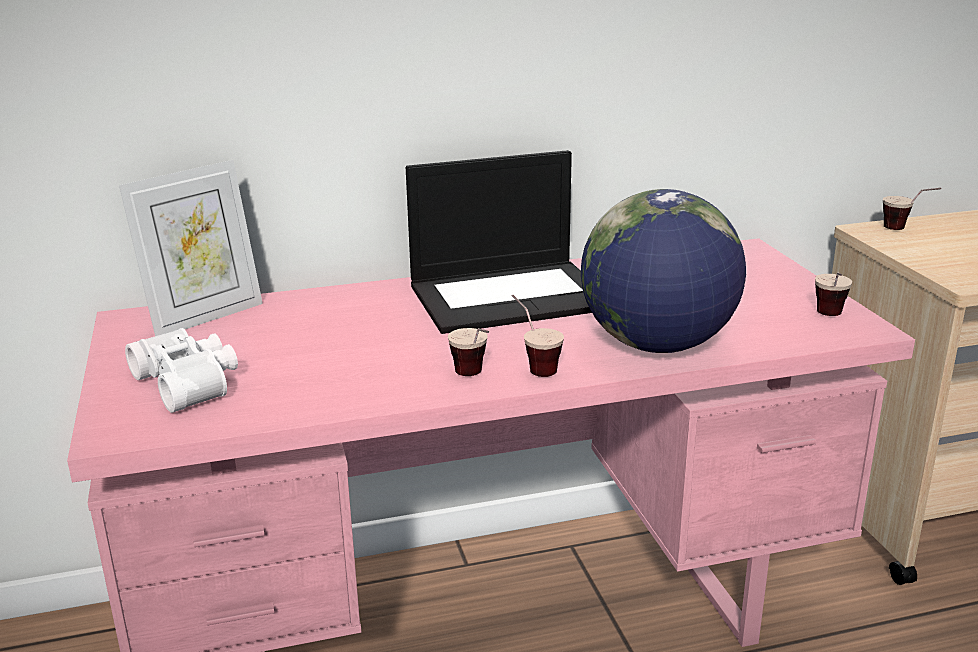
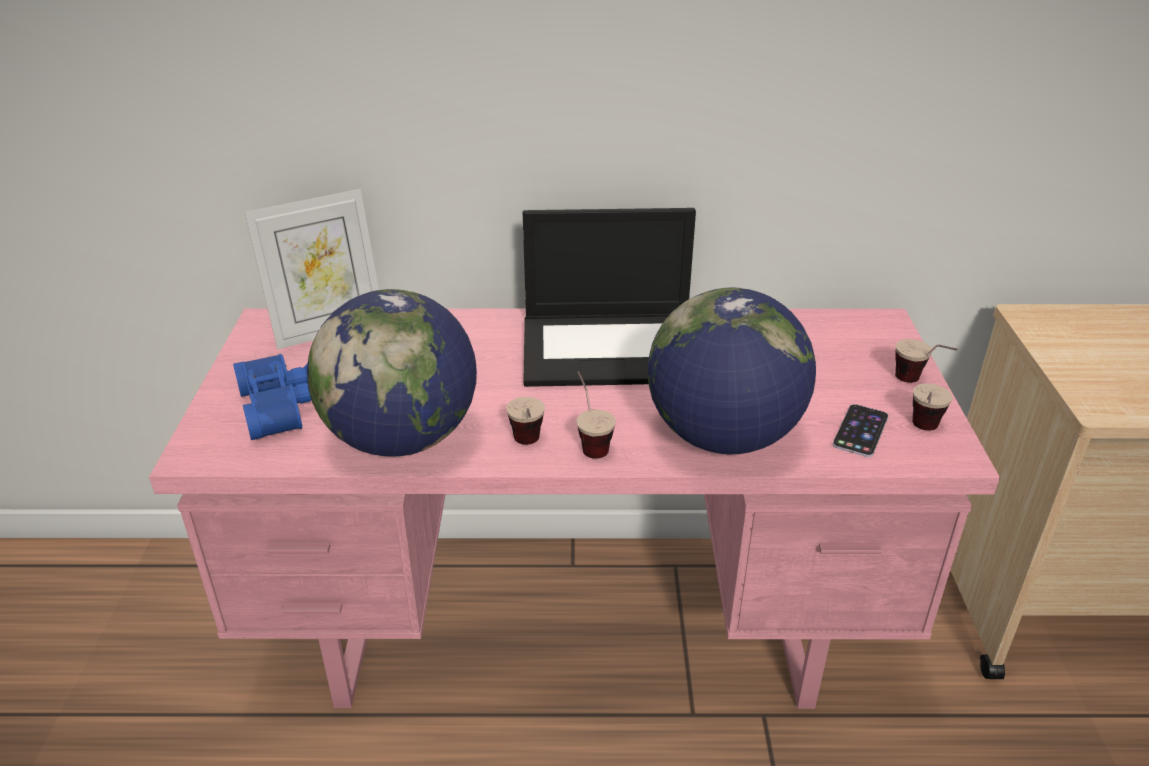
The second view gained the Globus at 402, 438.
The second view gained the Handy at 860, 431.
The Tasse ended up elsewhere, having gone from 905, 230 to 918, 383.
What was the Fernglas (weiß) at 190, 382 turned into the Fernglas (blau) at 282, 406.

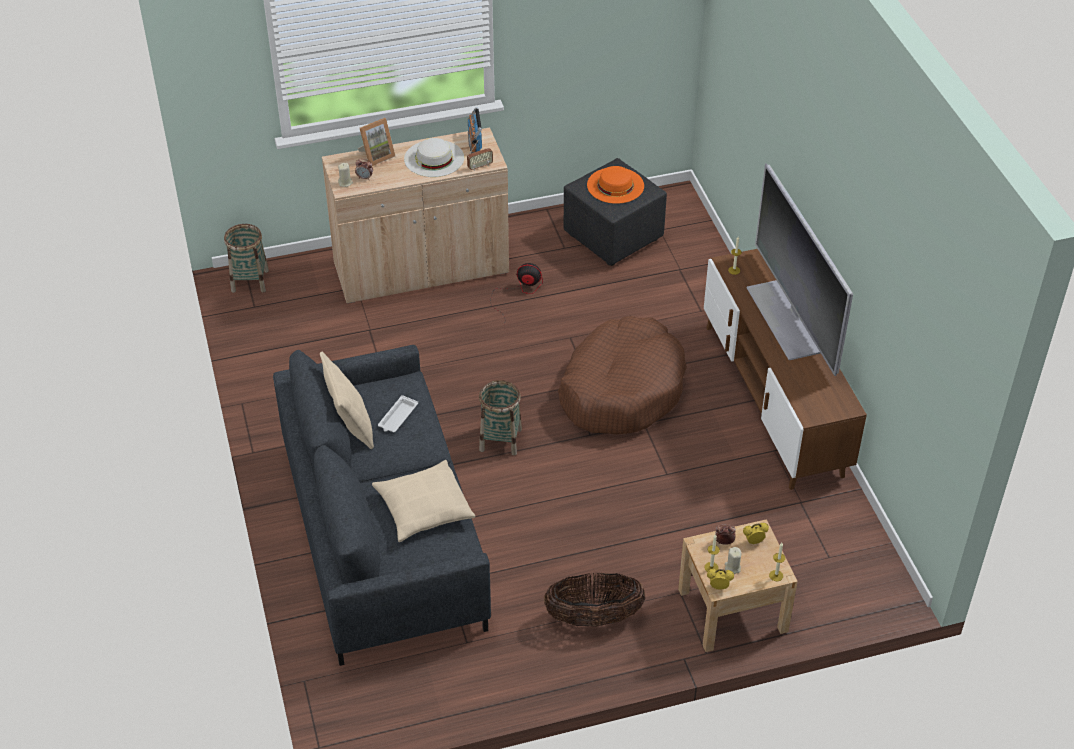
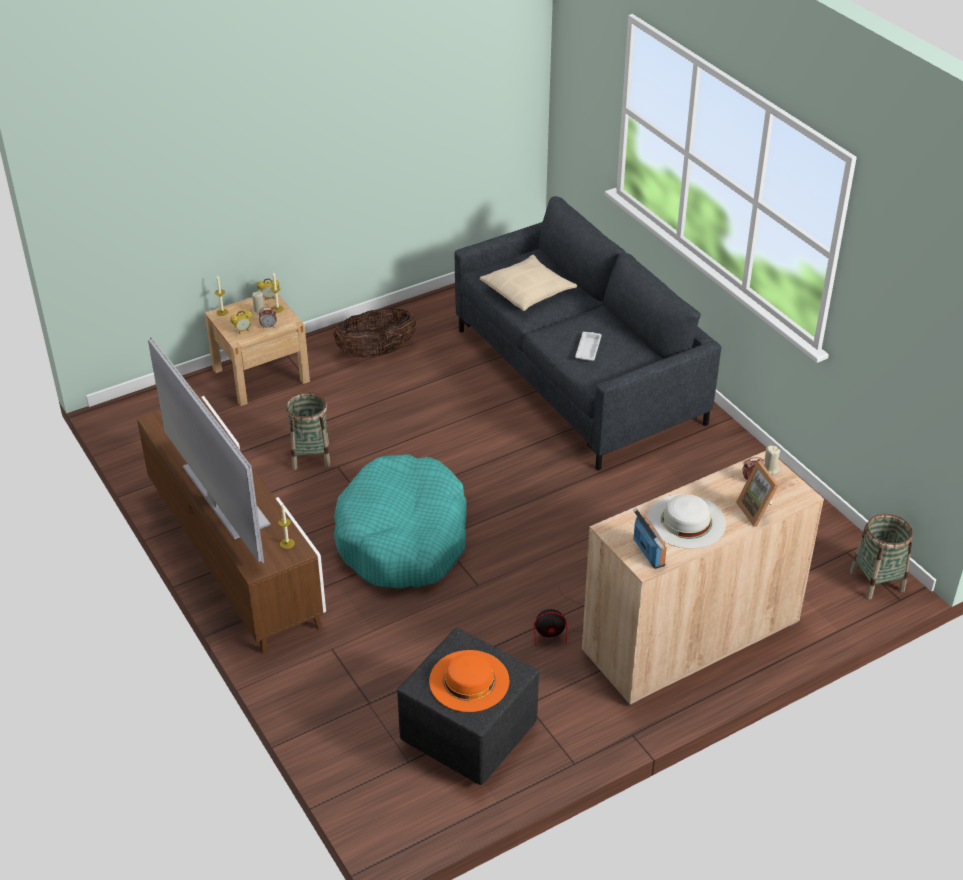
The second view lost the Kissen (beige) at 350, 425.
The second view lost the Radio at 480, 166.
The Korb ended up elsewhere, having gone from 500, 440 to 310, 456.
What was the Hundebett (braun) at 621, 389 turned into the Hundebett (türkis) at 403, 538.
The Bilderrahmen at 376, 156 ended up facing another way, 60 degrees counterclockwise from before.

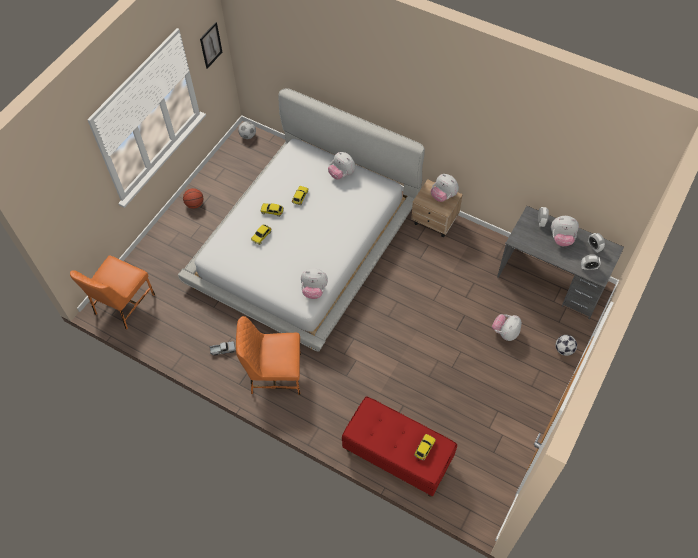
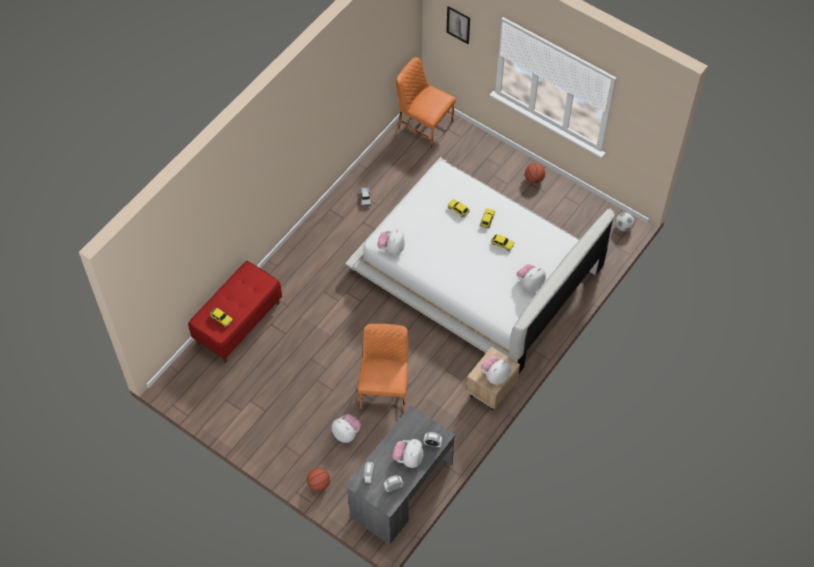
The Bild ended up elsewhere, having gone from 211, 45 to 458, 24.
The Stuhl (orange) ended up elsewhere, having gone from 275, 374 to 385, 388.
Where the Fußball stood at 564, 349, the Basketball came to stand at 319, 484.

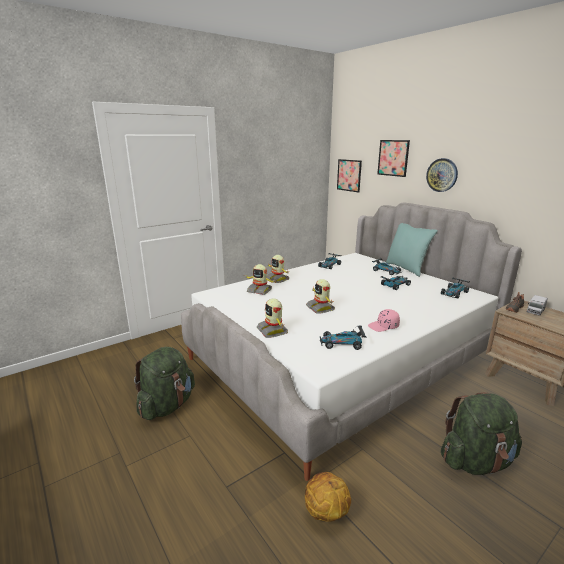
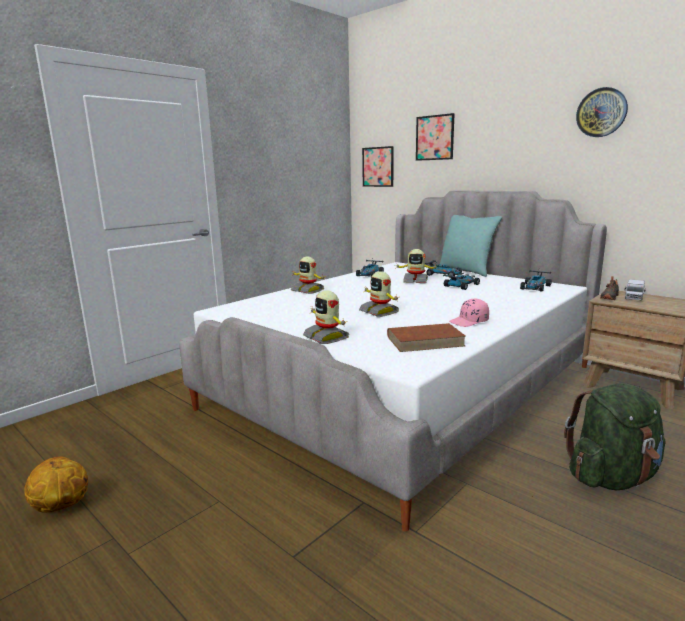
The second view lost the Rucksack (grün) at 167, 405.
The Spielzeugroboter ended up elsewhere, having gone from 259, 290 to 415, 281.
The Basketball ended up elsewhere, having gone from 325, 512 to 61, 506.
The Wanduhr ended up elsewhere, having gone from 442, 175 to 601, 112.
Where the Spielzeugauto stood at 342, 343, the Buch (braun) came to stand at 425, 341.

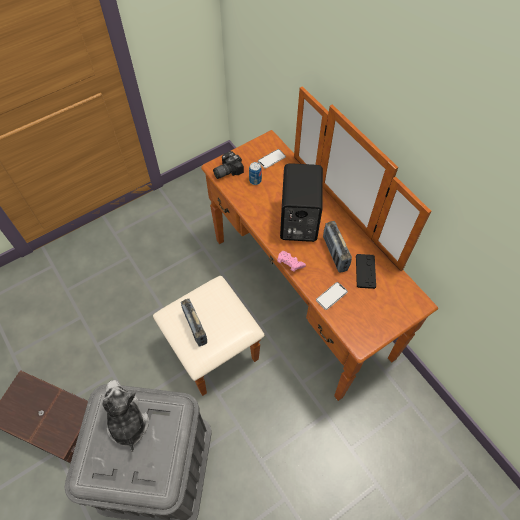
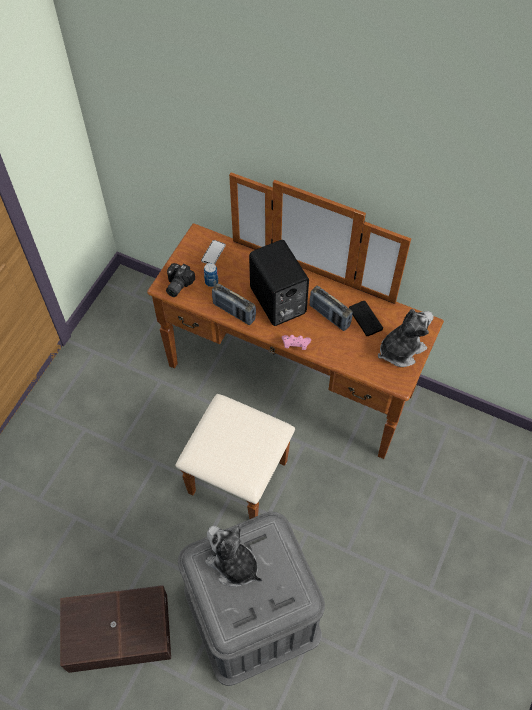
The second view lost the Handy at 331, 296.
The second view gained the Plüschtier at 400, 349.
The Radio ended up elsewhere, having gone from 195, 327 to 234, 312.

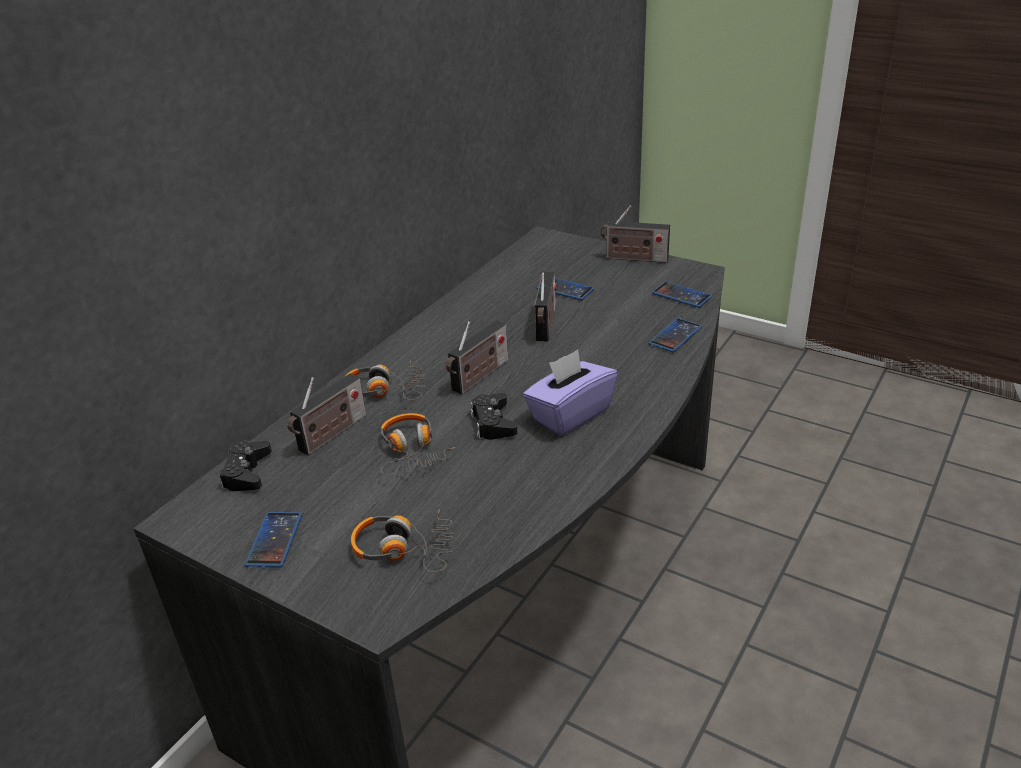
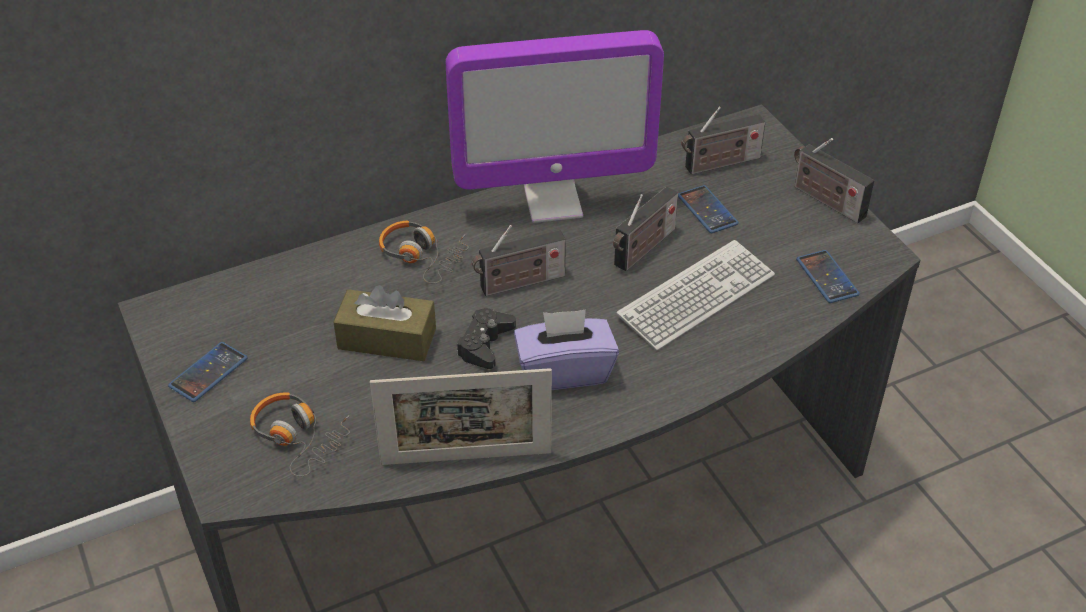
The second view lost the Gamepad (schwarz) at 247, 472.
The second view lost the Handy at 675, 336.
The second view gained the Bilderrahmen at 466, 458.
The second view gained the Monitor at 553, 202.
The second view gained the Tastatur at 696, 296.
The Radio ended up elsewhere, having gone from 331, 435 to 719, 164.
Where the Kopfhörer stood at 411, 451, the Taschentuchbox (braun) came to stand at 387, 339.

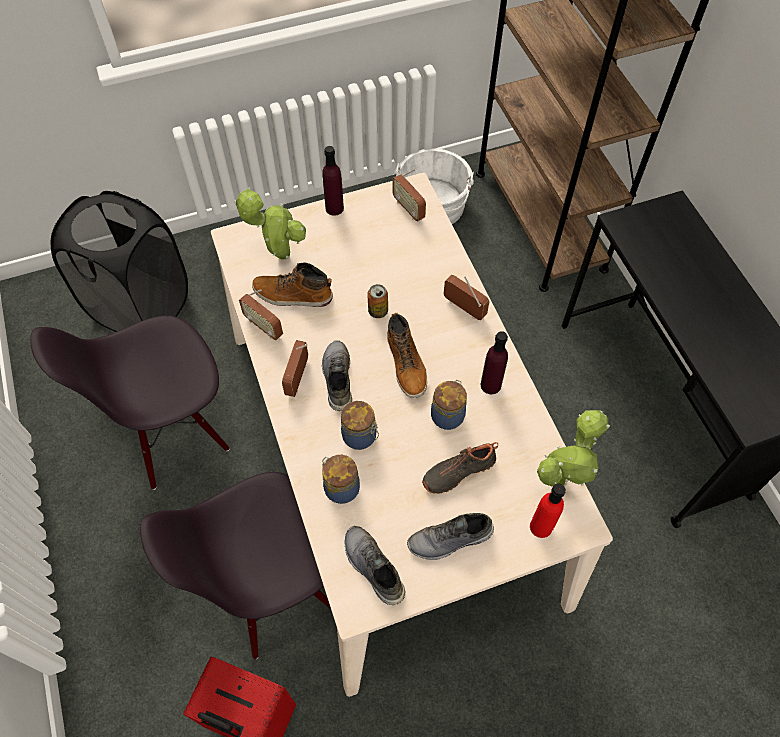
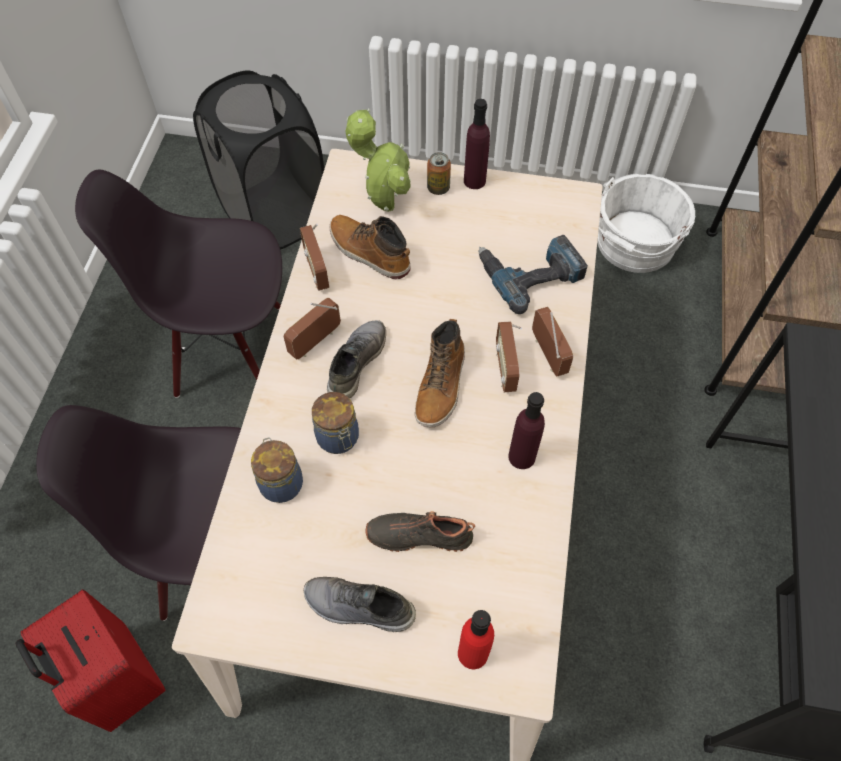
The second view lost the Schuh (grau) at 372, 568.
The second view lost the Vorratsglas at 448, 415.
The second view lost the Topfpflanze at 561, 478.
The second view gained the Bohrmaschine at 530, 273.
The Dose ended up elsewhere, having gone from 378, 311 to 438, 188.
The Radio ended up elsewhere, having gone from 409, 209 to 506, 369.

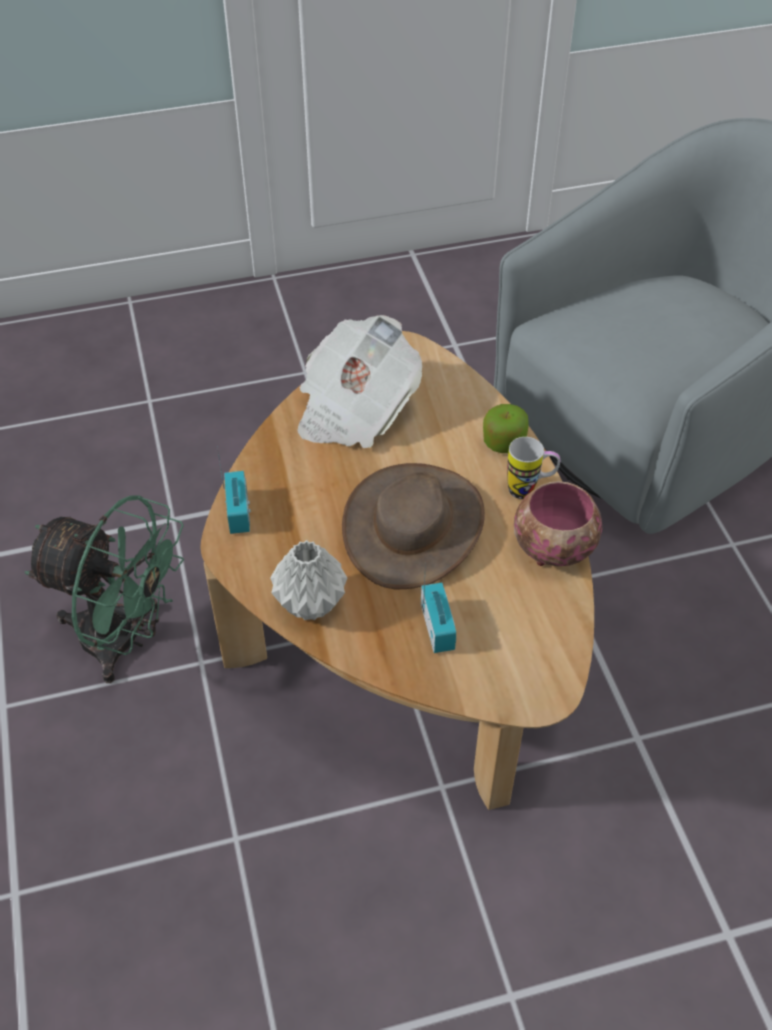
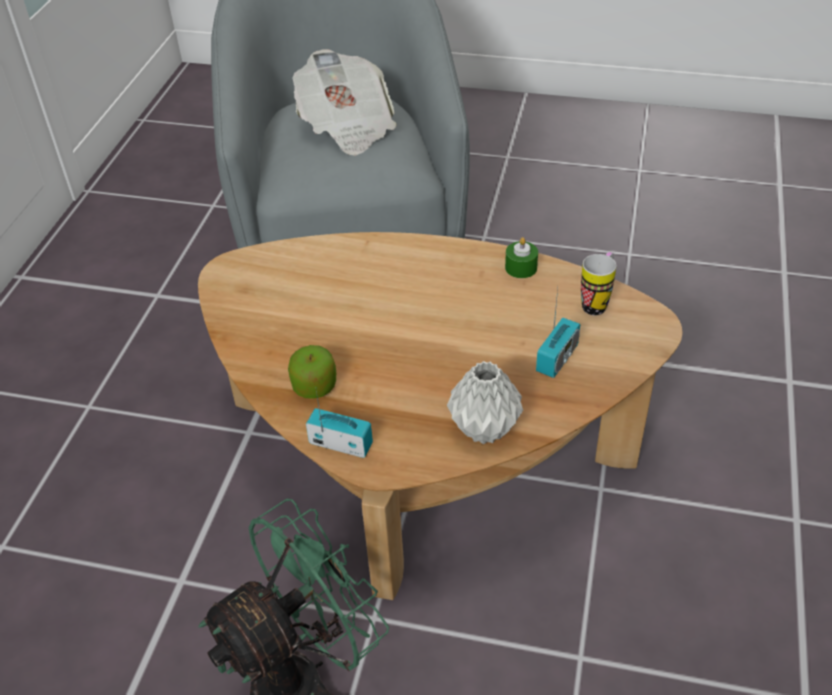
The second view lost the Hut (braun) at 414, 526.
The Zeitung ended up elsewhere, having gone from 354, 409 to 347, 127.
The Apfel ended up elsewhere, having gone from 503, 442 to 314, 386.
The Henkelbecher ended up elsewhere, having gone from 529, 490 to 597, 302.
Where the Schüssel stood at 552, 550, the Kerze (grün) came to stand at 521, 267.
The Radio at 437, 627 ended up facing another way, 105 degrees clockwise from before.

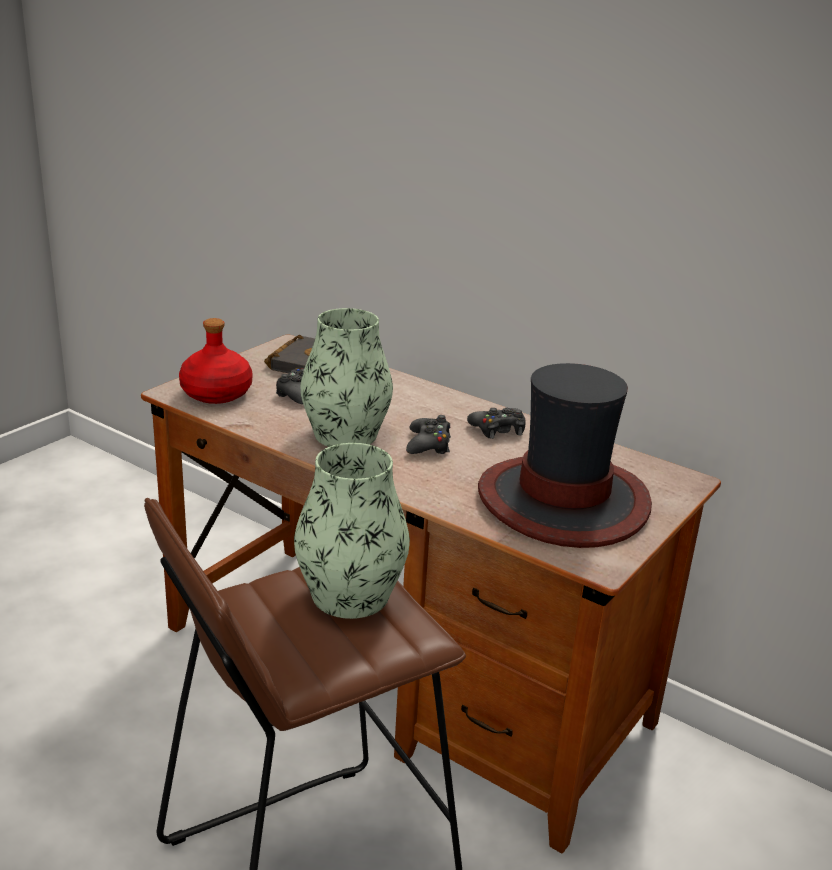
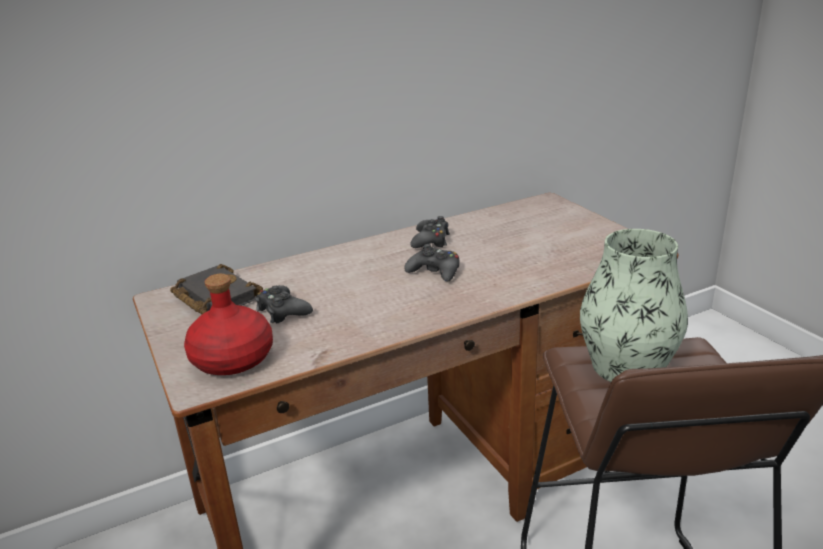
The second view lost the Vase at 345, 435.
The second view lost the Hut at 563, 501.

